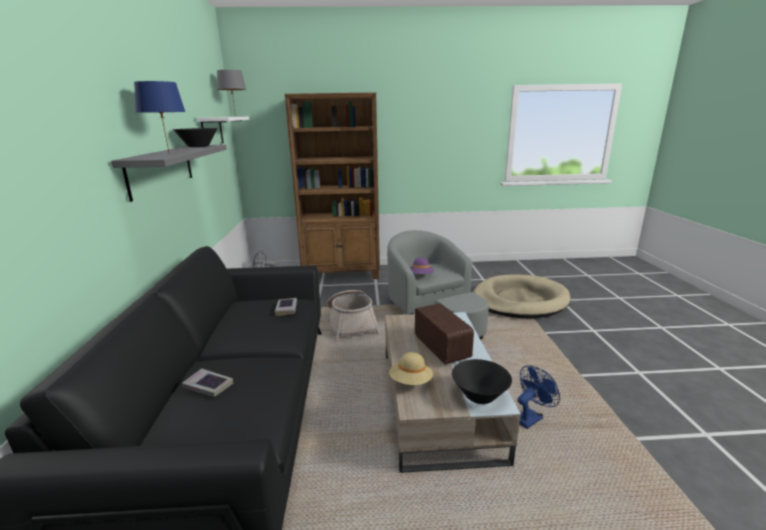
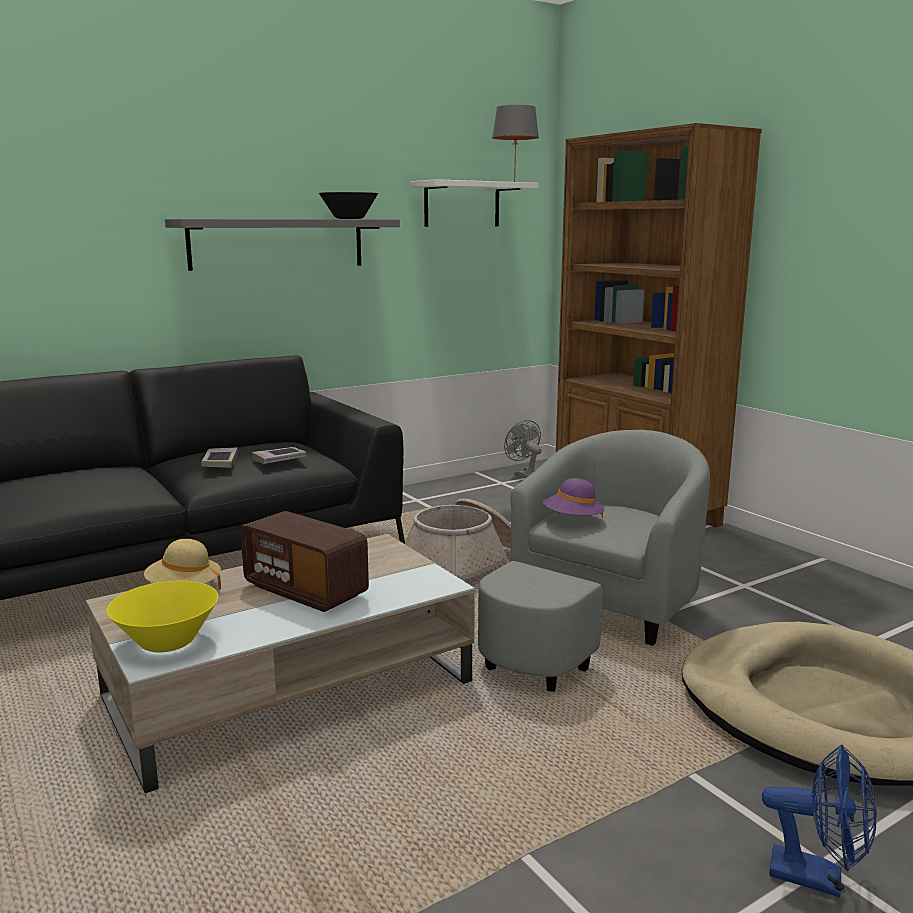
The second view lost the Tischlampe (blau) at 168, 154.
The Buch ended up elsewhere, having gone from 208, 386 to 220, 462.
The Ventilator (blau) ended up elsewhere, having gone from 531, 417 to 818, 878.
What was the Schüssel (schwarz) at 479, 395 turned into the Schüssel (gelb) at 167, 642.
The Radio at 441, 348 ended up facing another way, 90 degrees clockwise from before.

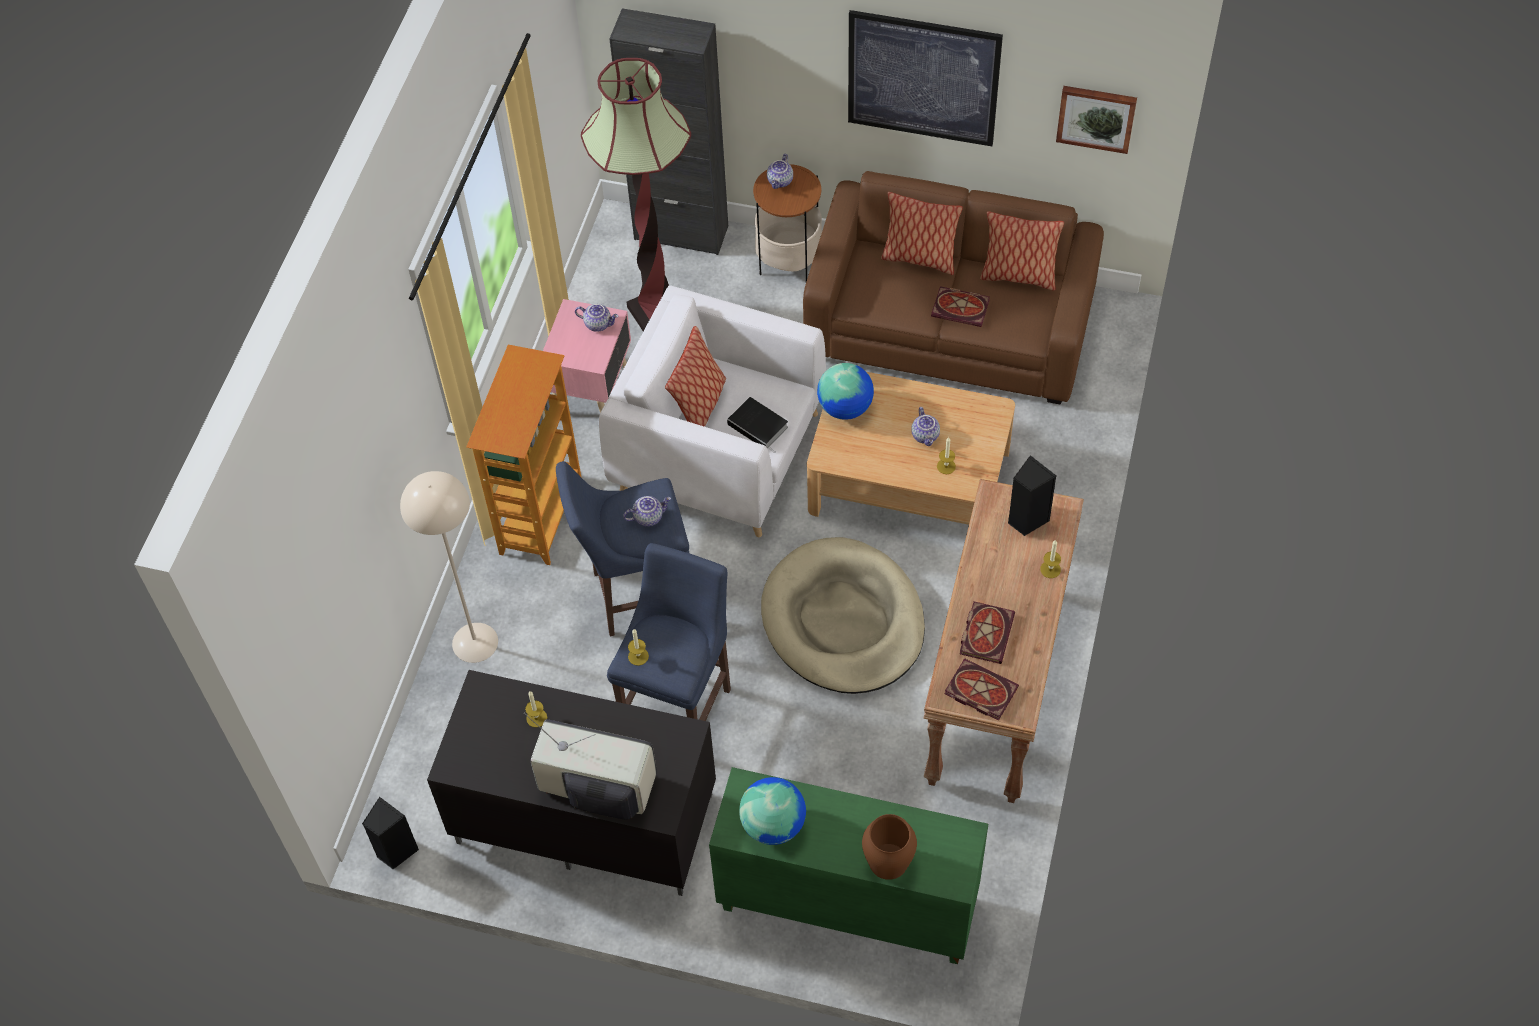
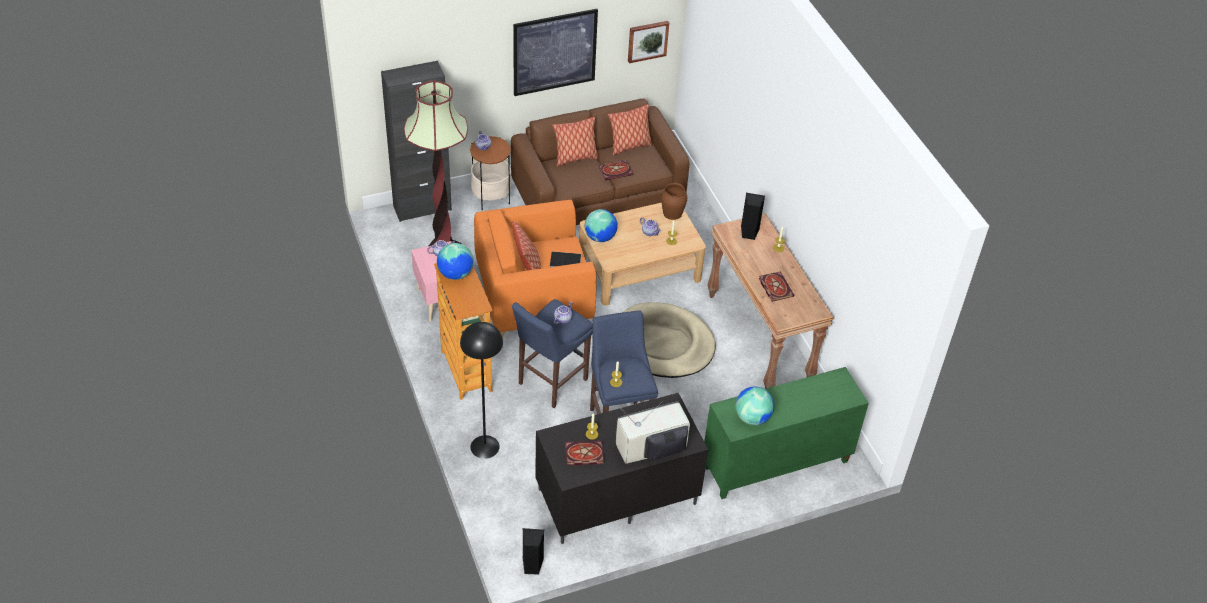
The second view gained the Globus at 455, 274.
The Vase (braun) ended up elsewhere, having gone from 889, 861 to 672, 213.
The Buch ended up elsewhere, having gone from 979, 691 to 583, 454.
What was the Stehlampe (beige) at 474, 643 turned into the Stehlampe (schwarz) at 485, 447.
What was the Sessel (weiß) at 719, 452 turned into the Sessel (orange) at 533, 299.

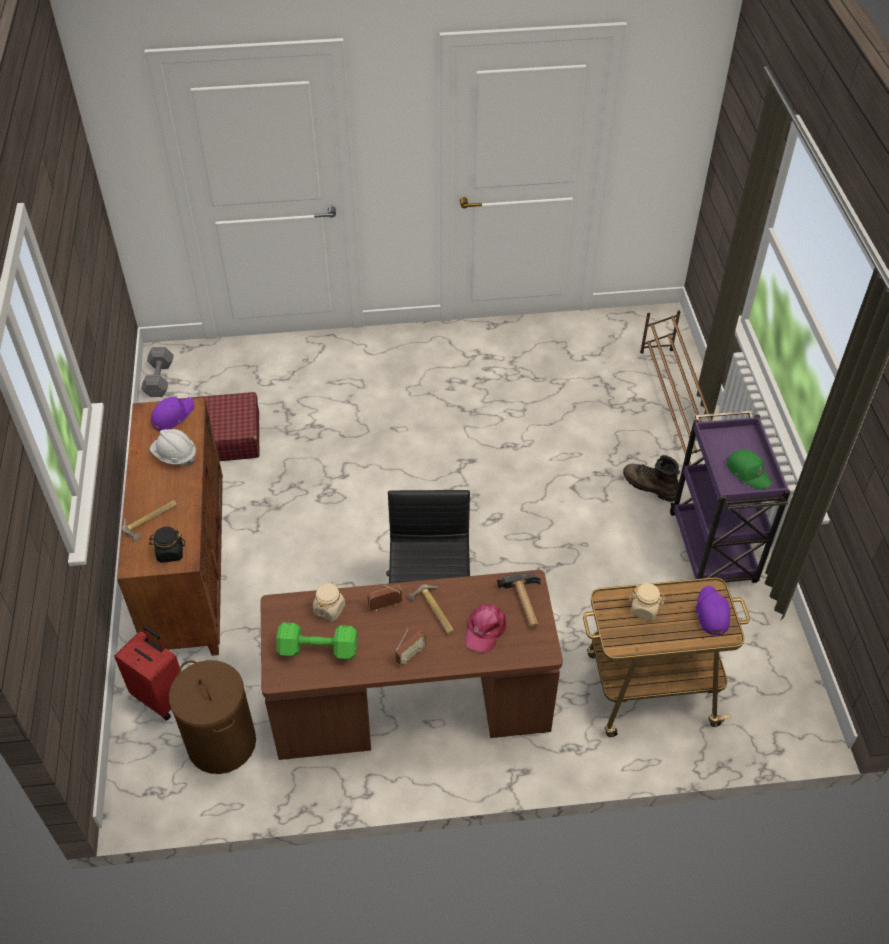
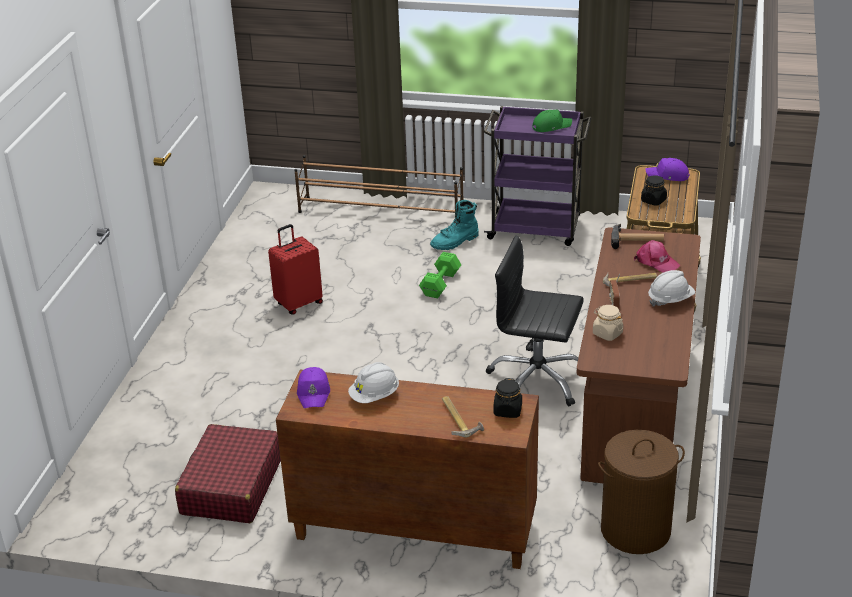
The second view lost the Hantel (grau) at 160, 379.
The Koffer (rot) ended up elsewhere, having gone from 162, 696 to 298, 303.
The Hantel (grün) ended up elsewhere, having gone from 320, 650 to 441, 283.
Where the Radio stood at 410, 655, the Schutzhelm (weiß) came to stand at 670, 300.
What was the Stiefel (braun) at 649, 486 turned into the Stiefel (türkis) at 455, 242.
What was the Vorratsglas (beige) at 644, 609 turned into the Vorratsglas (schwarz) at 653, 200.
The Kappe (lila) at 172, 416 ended up facing another way, 150 degrees counterclockwise from before.

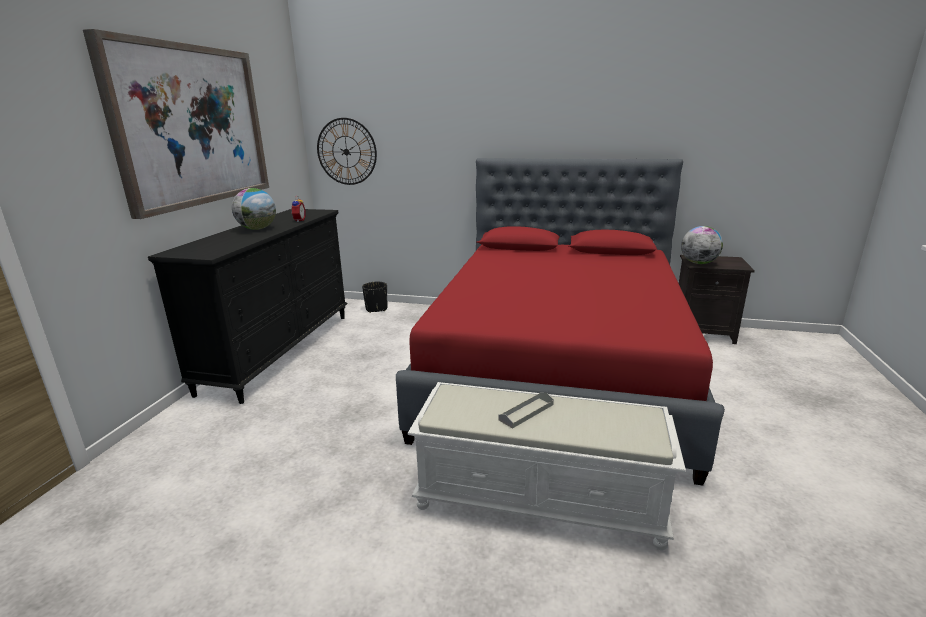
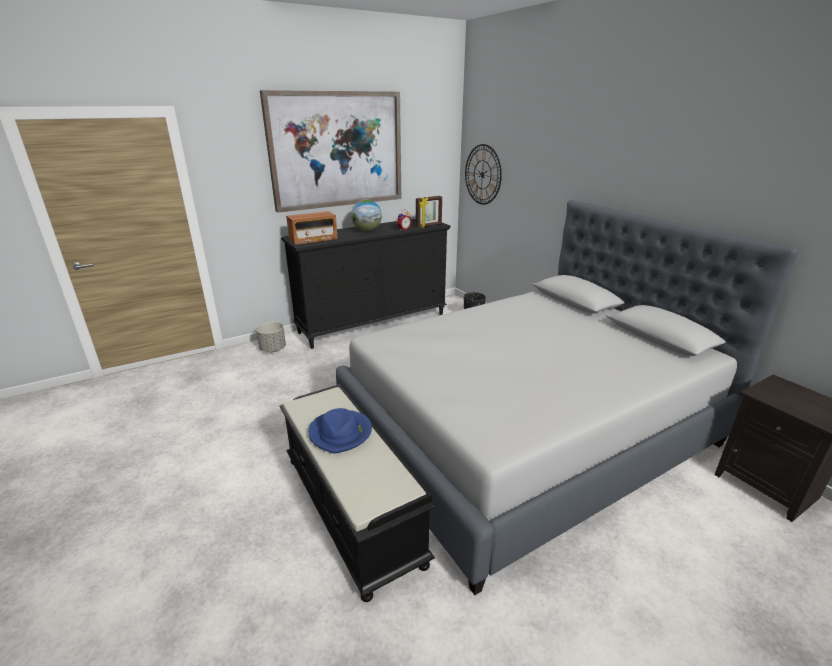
The second view lost the Globus at 698, 263.
The second view gained the Pflanzkübel (grau) at 273, 349.
The second view gained the Radio at 313, 239.
The second view gained the Bilderrahmen at 429, 226.
Where the Tablett (grau) stood at 526, 412, the Hut (blau) came to stand at 341, 433.
What was the Bett (rot) at 558, 370 turned into the Bett (grau) at 526, 432.
What was the Bank (weiß) at 540, 500 turned into the Bank (schwarz) at 353, 508.

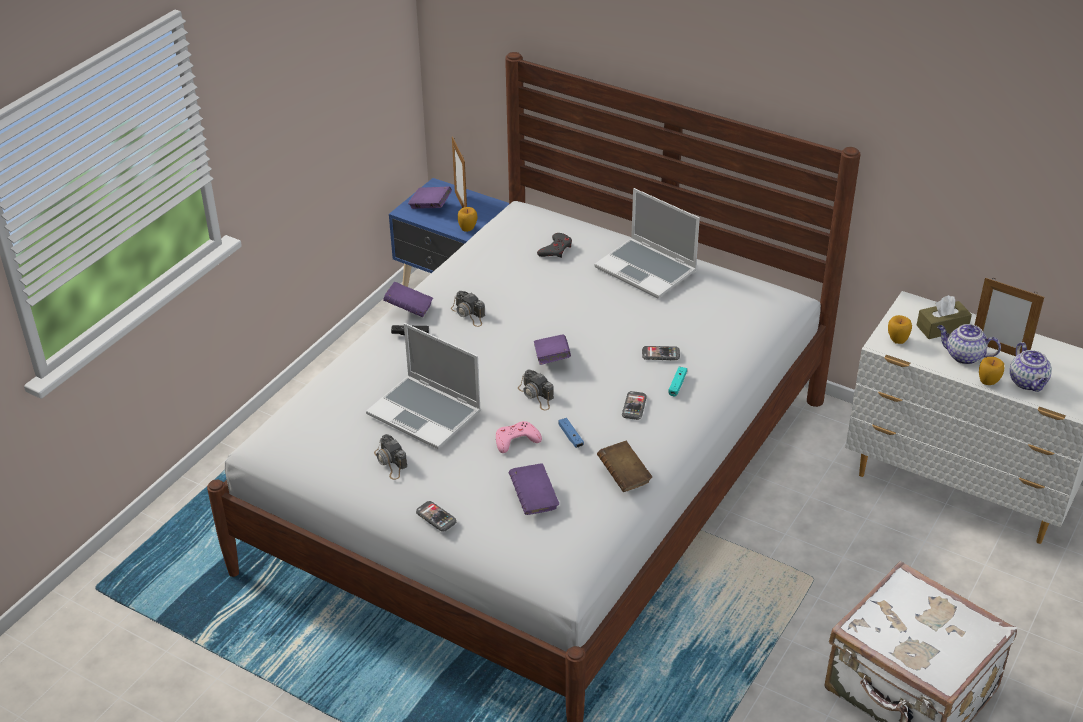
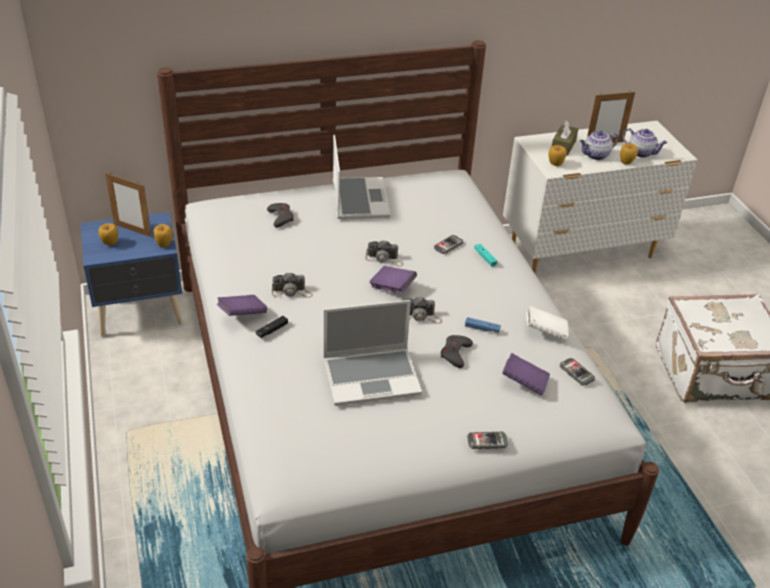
The Kamera ended up elsewhere, having gone from 390, 462 to 384, 259.
The Handy ended up elsewhere, having gone from 634, 406 to 576, 372.
Where the Buch (lila) stood at 430, 206, the Apfel came to stand at 110, 243.
What was the Gamepad (rosa) at 516, 440 turned into the Gamepad (grau) at 455, 353.
What was the Buch (braun) at 624, 476 turned into the Buch (weiß) at 545, 332.
The Laptop at 647, 270 ended up facing another way, 90 degrees counterclockwise from before.

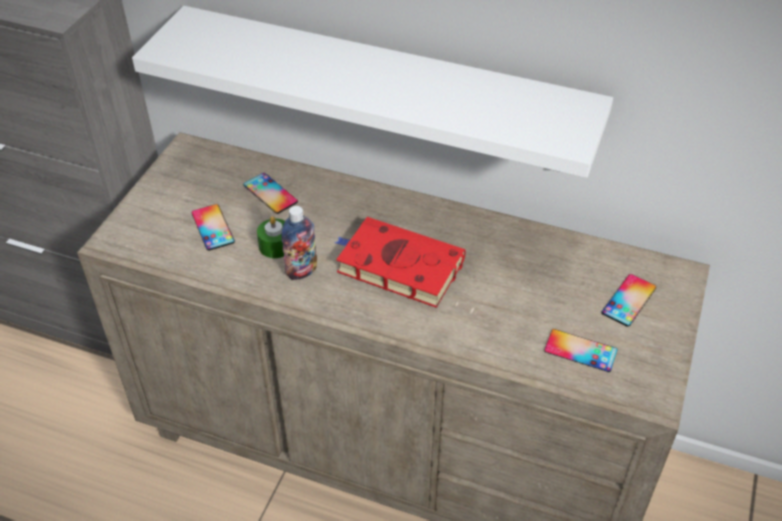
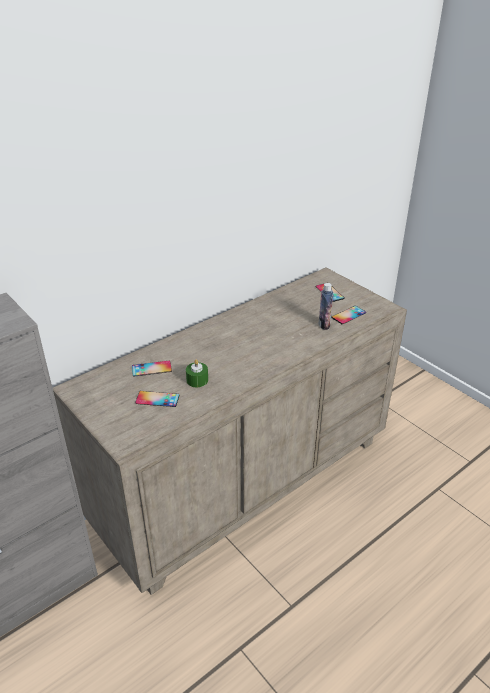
The second view lost the Wandregal (weiß) at 385, 89.
The second view lost the Buch (rot) at 397, 266.
The Flasche ended up elsewhere, having gone from 301, 271 to 324, 325.

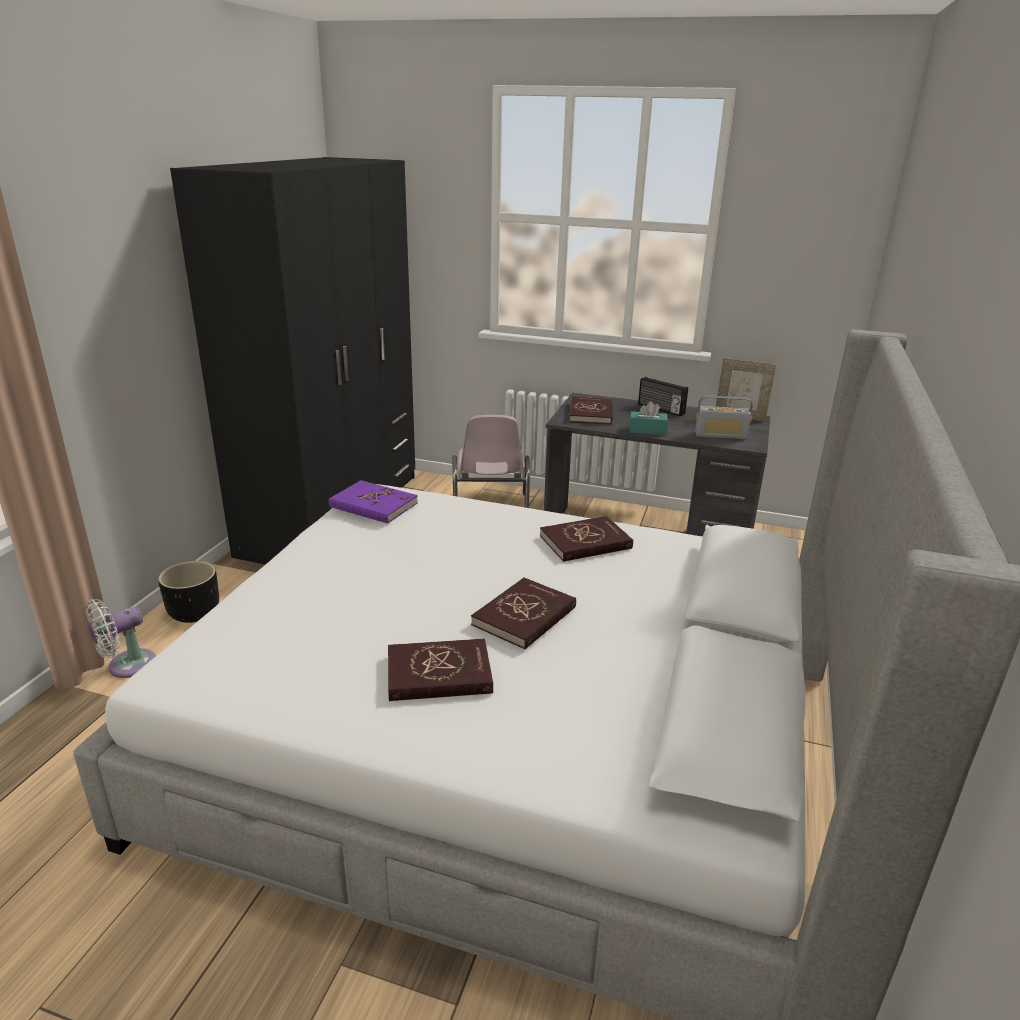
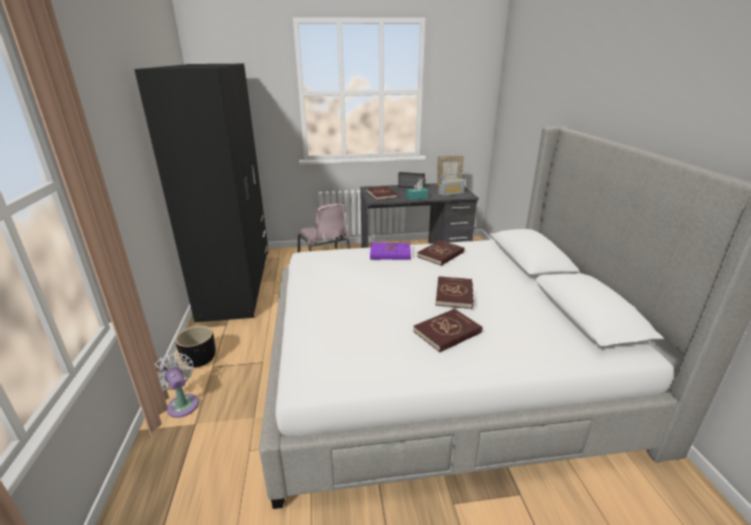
The Buch (lila) ended up elsewhere, having gone from 373, 505 to 390, 253.
The Ventilator (weiß) at 127, 666 ended up facing another way, 120 degrees clockwise from before.

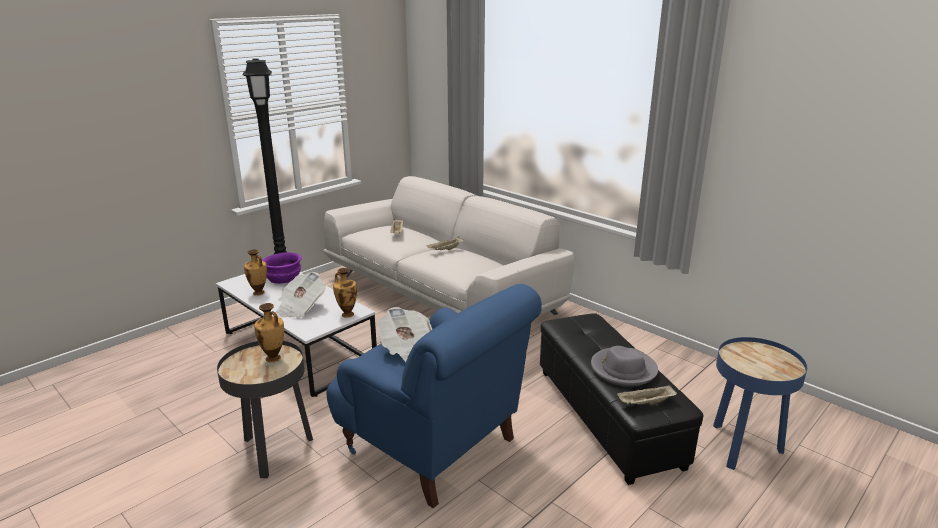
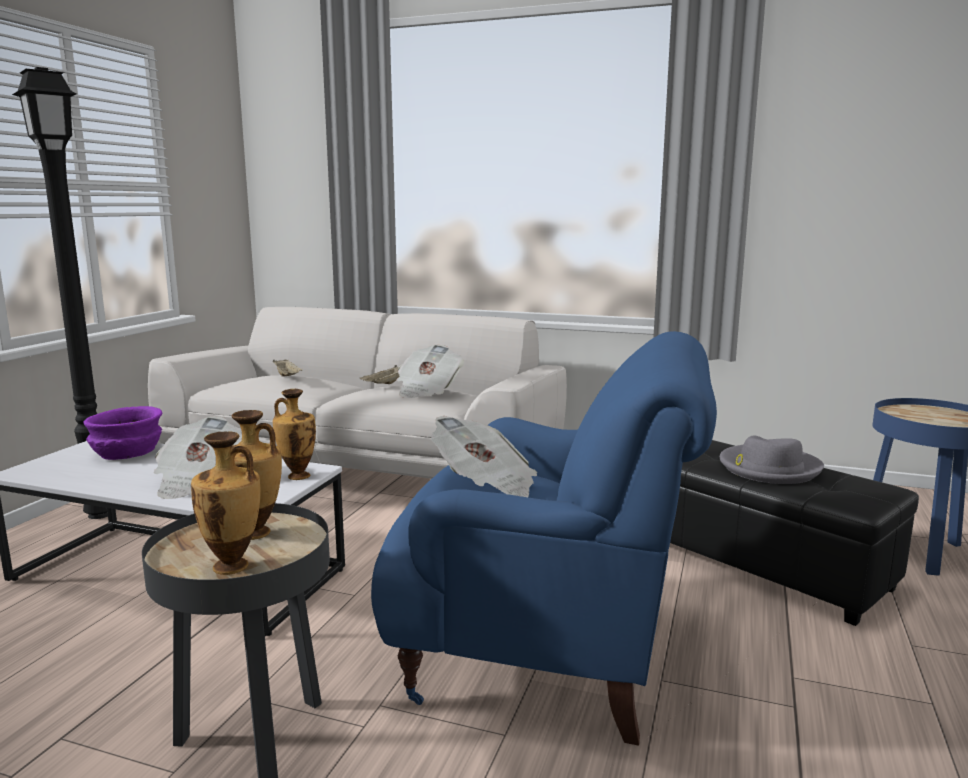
The second view lost the Tablett (beige) at 645, 403.
The second view gained the Zeitung at 427, 390.
The Vase ended up elsewhere, having gone from 259, 293 to 233, 567.

